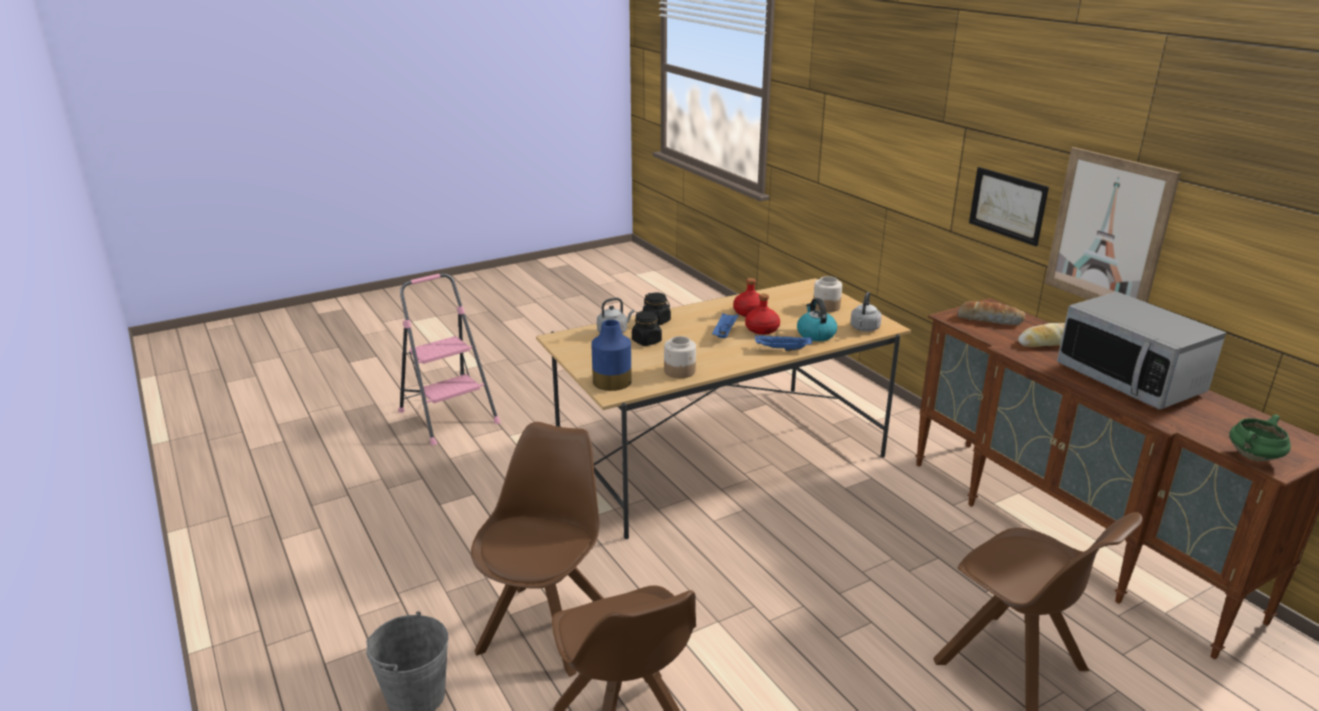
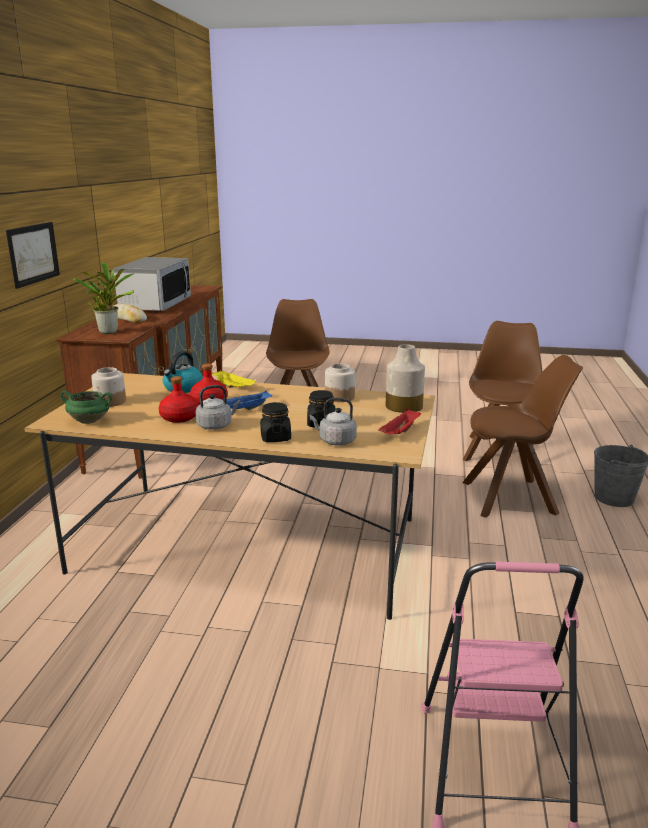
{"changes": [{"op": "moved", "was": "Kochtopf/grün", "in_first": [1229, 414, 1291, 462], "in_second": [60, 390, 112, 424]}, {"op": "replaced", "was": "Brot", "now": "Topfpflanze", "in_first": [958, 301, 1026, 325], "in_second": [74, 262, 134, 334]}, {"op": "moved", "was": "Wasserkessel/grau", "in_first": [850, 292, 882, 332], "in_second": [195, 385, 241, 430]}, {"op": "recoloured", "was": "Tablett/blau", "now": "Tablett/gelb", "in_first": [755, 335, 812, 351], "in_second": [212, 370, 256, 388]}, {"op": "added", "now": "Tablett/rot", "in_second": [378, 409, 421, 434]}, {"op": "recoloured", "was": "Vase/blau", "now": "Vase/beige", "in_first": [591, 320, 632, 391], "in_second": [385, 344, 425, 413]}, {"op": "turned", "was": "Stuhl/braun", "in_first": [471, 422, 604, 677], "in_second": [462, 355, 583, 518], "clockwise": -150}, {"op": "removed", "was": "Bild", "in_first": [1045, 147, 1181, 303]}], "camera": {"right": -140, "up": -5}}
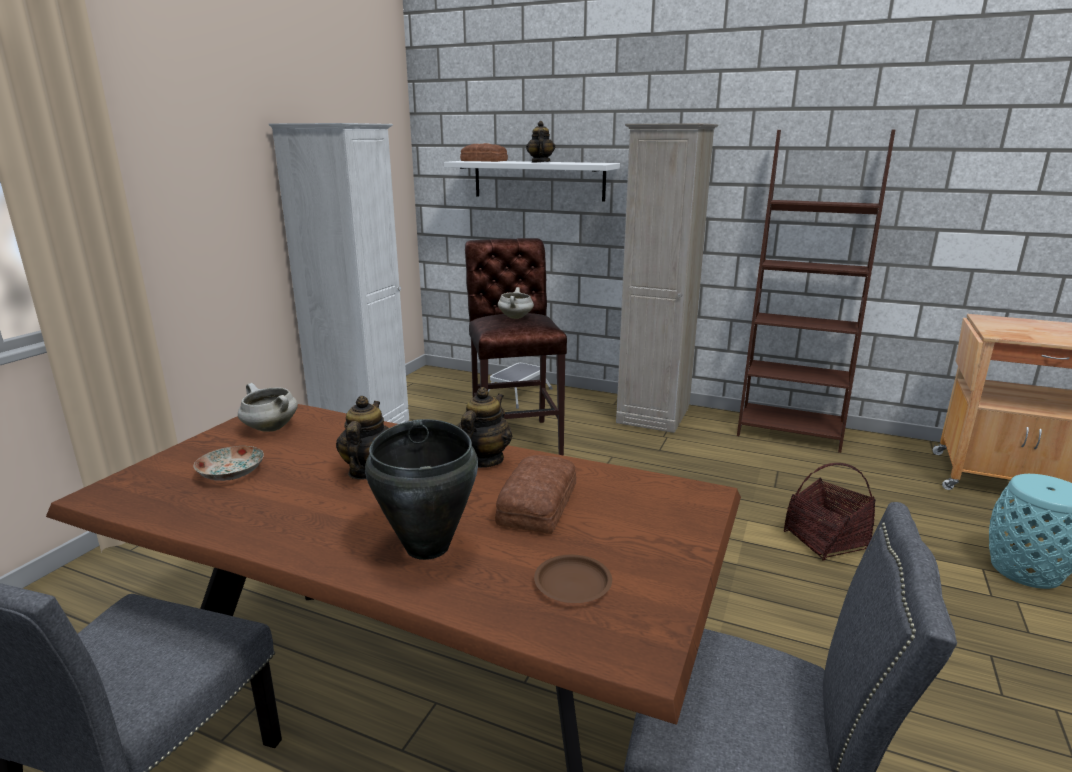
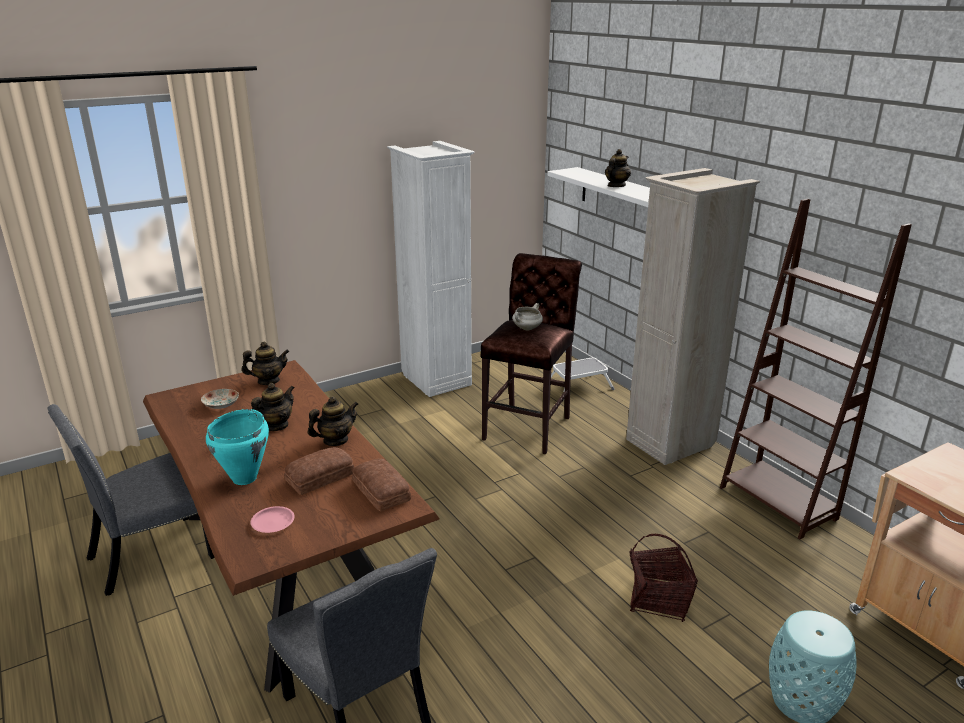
{"changes": [{"op": "recoloured", "was": "Kochtopf/schwarz", "now": "Kochtopf/türkis", "in_first": [365, 419, 478, 560], "in_second": [206, 409, 269, 485]}, {"op": "replaced", "was": "Kochtopf/weiß", "now": "Teekanne", "in_first": [238, 383, 298, 432], "in_second": [242, 341, 290, 385]}, {"op": "recoloured", "was": "Teller/braun", "now": "Teller/rosa", "in_first": [534, 555, 612, 603], "in_second": [251, 506, 295, 533]}, {"op": "moved", "was": "Brot", "in_first": [460, 143, 508, 162], "in_second": [352, 458, 411, 511]}], "camera": {"right": 35, "up": 5}}
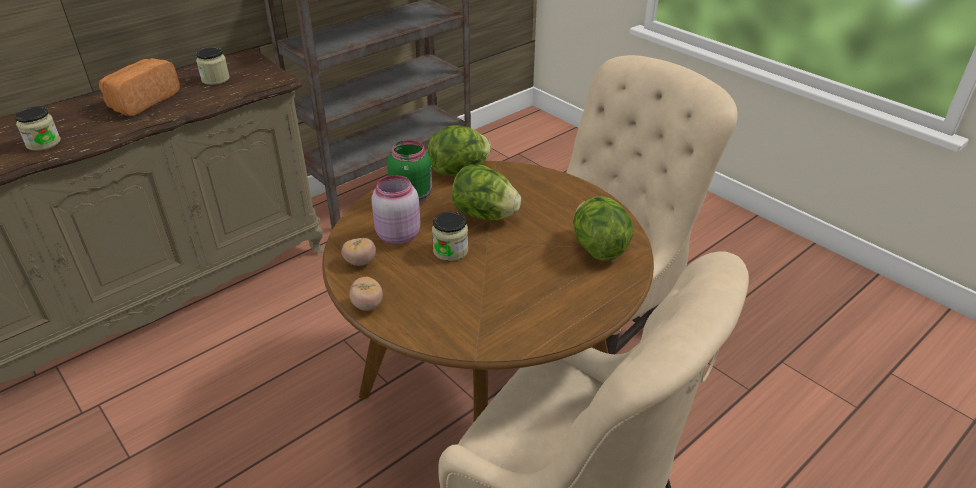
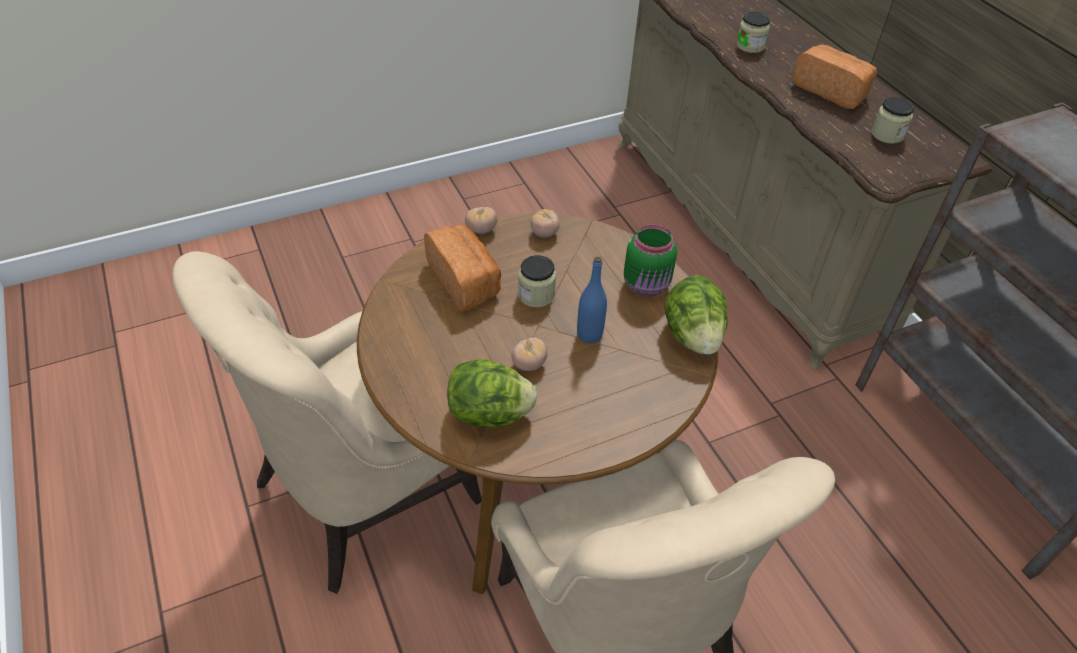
{"changes": [{"op": "added", "now": "Brot", "in_second": [424, 225, 501, 312]}, {"op": "added", "now": "Tomate", "in_second": [511, 337, 548, 371]}, {"op": "replaced", "was": "Salatkopf", "now": "Flasche/blau", "in_first": [452, 164, 521, 221], "in_second": [577, 257, 607, 343]}, {"op": "removed", "was": "Vorratsglas/rosa", "in_first": [371, 175, 421, 244]}], "camera": {"right": 105, "up": 10}}
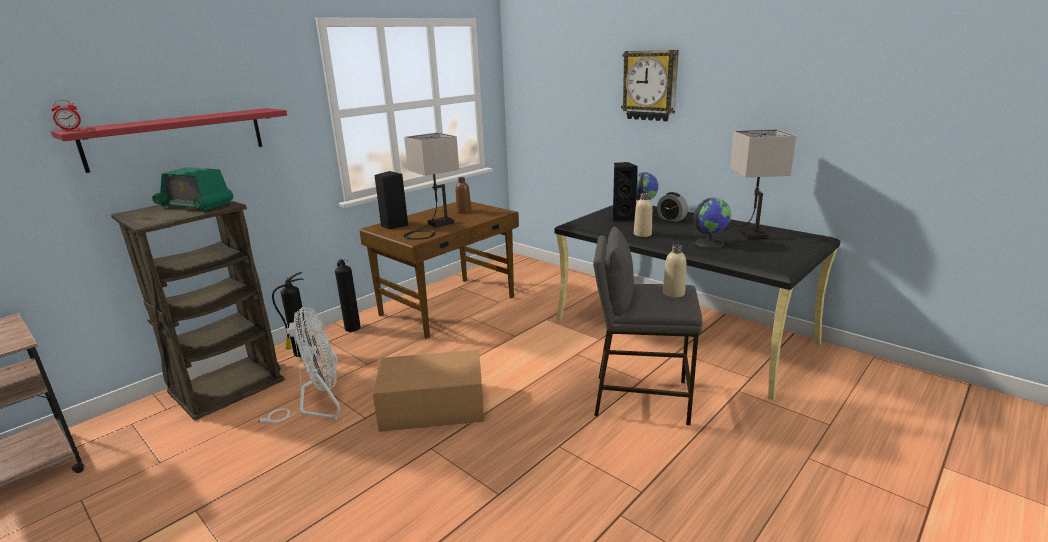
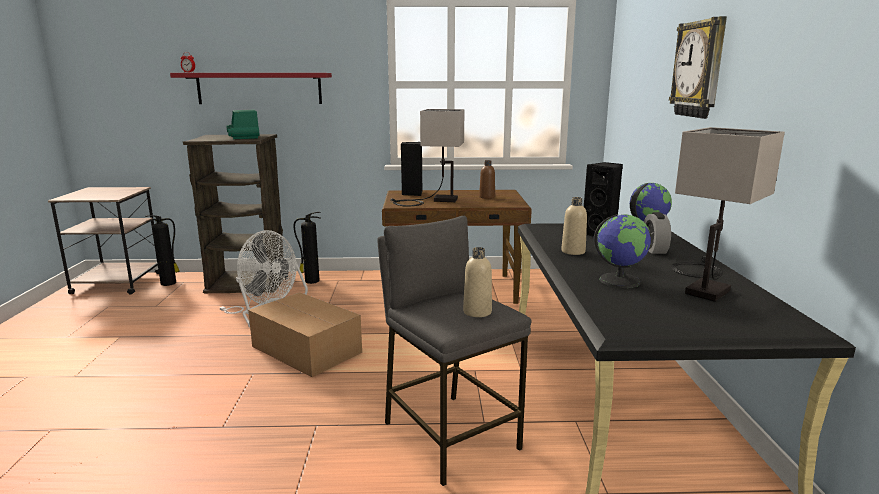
{"changes": [{"op": "moved", "was": "Feuerlöscher", "in_first": [335, 259, 361, 332], "in_second": [145, 215, 180, 286]}], "camera": {"right": 45, "up": -5}}
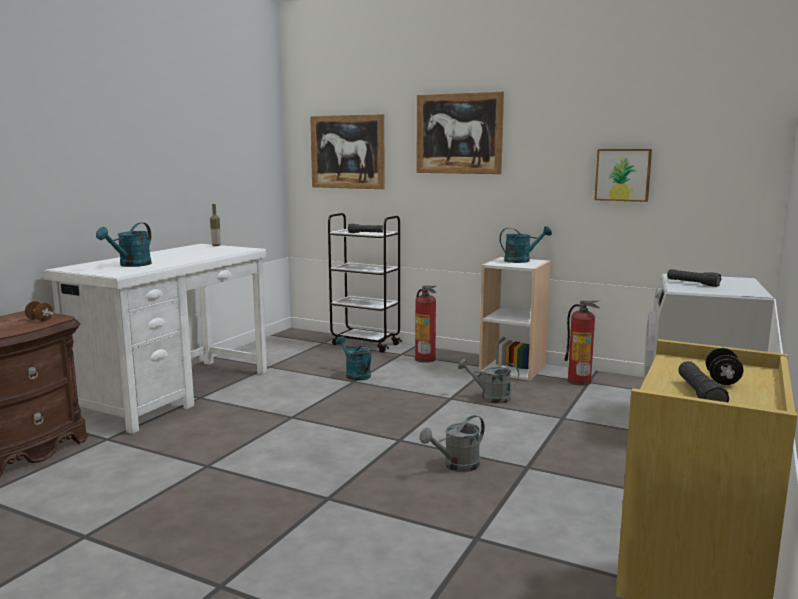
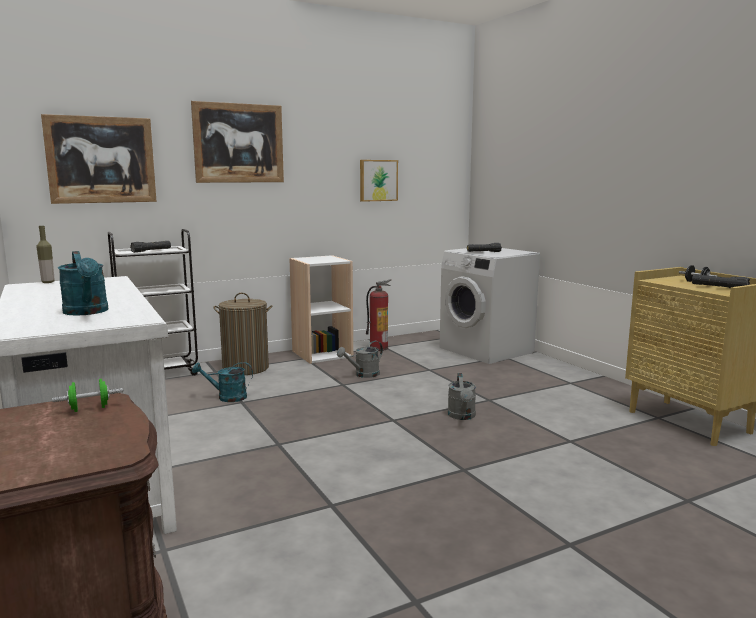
{"changes": [{"op": "recoloured", "was": "Hantel/braun", "now": "Hantel/grün", "in_first": [25, 301, 53, 322], "in_second": [52, 379, 123, 412]}, {"op": "replaced", "was": "Feuerlöscher", "now": "Wäschekorb", "in_first": [415, 286, 437, 363], "in_second": [213, 292, 272, 375]}, {"op": "removed", "was": "Gießkanne/türkis", "in_first": [499, 226, 552, 263]}], "camera": {"right": -55, "up": 0}}
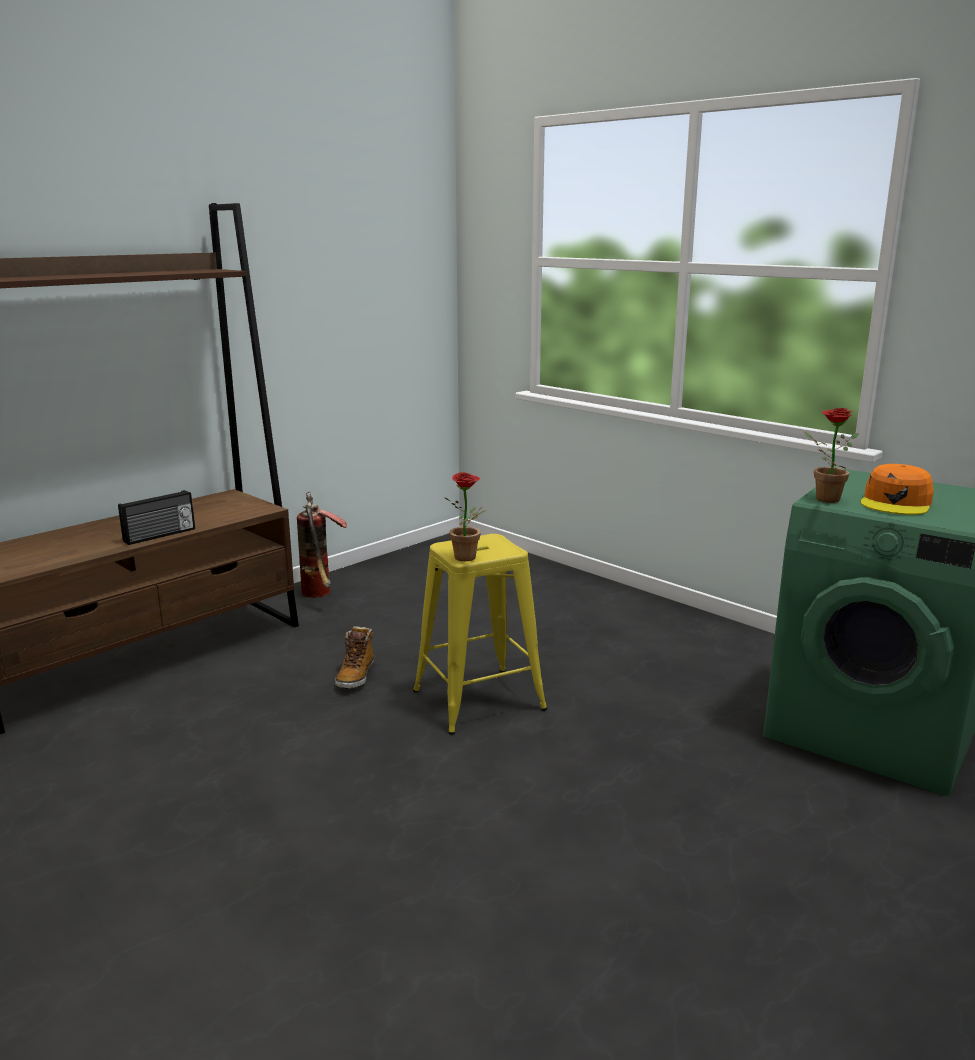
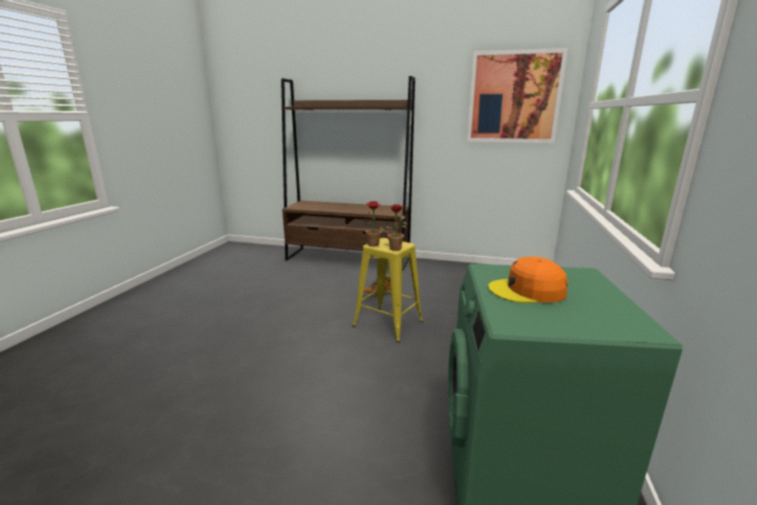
{"changes": [{"op": "moved", "was": "Topfpflanze", "in_first": [804, 408, 859, 503], "in_second": [379, 204, 407, 251]}, {"op": "added", "now": "Bild", "in_second": [467, 48, 568, 143]}, {"op": "removed", "was": "Radio", "in_first": [118, 490, 195, 545]}, {"op": "removed", "was": "Feuerlöscher", "in_first": [297, 492, 347, 598]}], "camera": {"right": 60, "up": 0}}
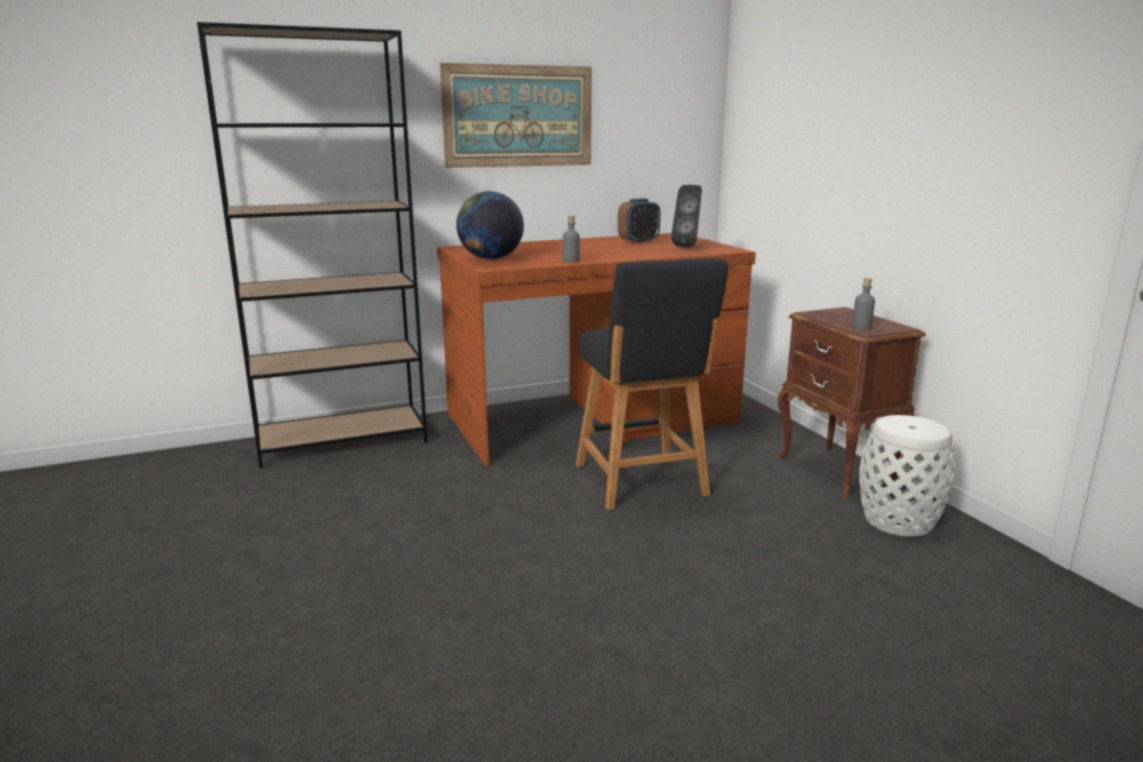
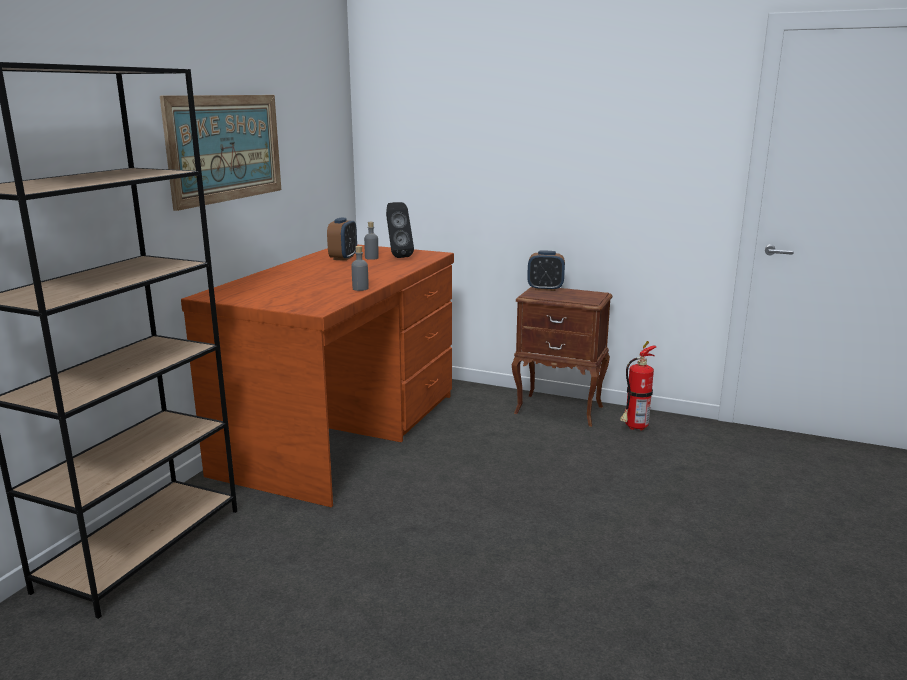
{"changes": [{"op": "moved", "was": "Flasche/grau", "in_first": [852, 278, 875, 330], "in_second": [364, 222, 379, 260]}, {"op": "added", "now": "Wecker", "in_second": [527, 251, 565, 291]}, {"op": "replaced", "was": "Hocker/weiß", "now": "Feuerlöscher", "in_first": [859, 415, 955, 537], "in_second": [620, 341, 656, 431]}, {"op": "removed", "was": "Globus", "in_first": [456, 191, 524, 259]}, {"op": "removed", "was": "Hocker/schwarz", "in_first": [576, 258, 728, 510]}], "camera": {"right": -45, "up": 0}}
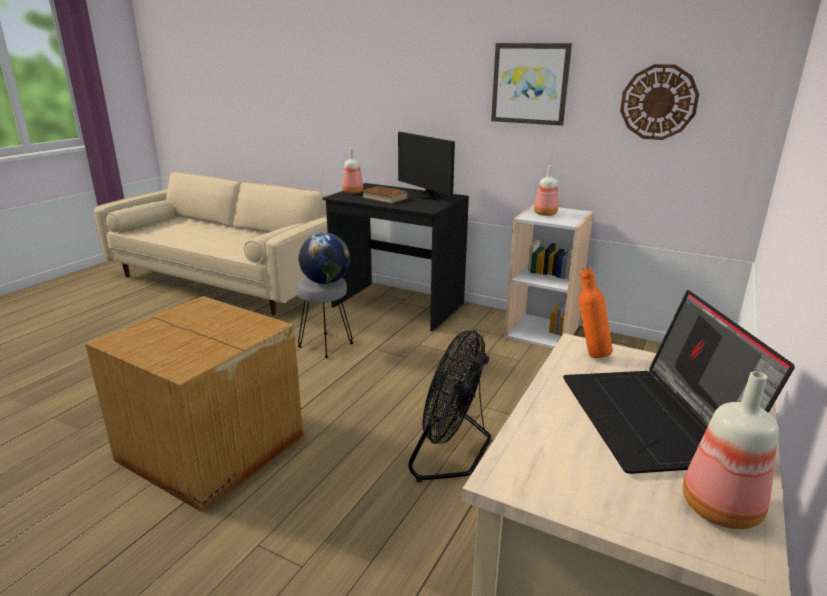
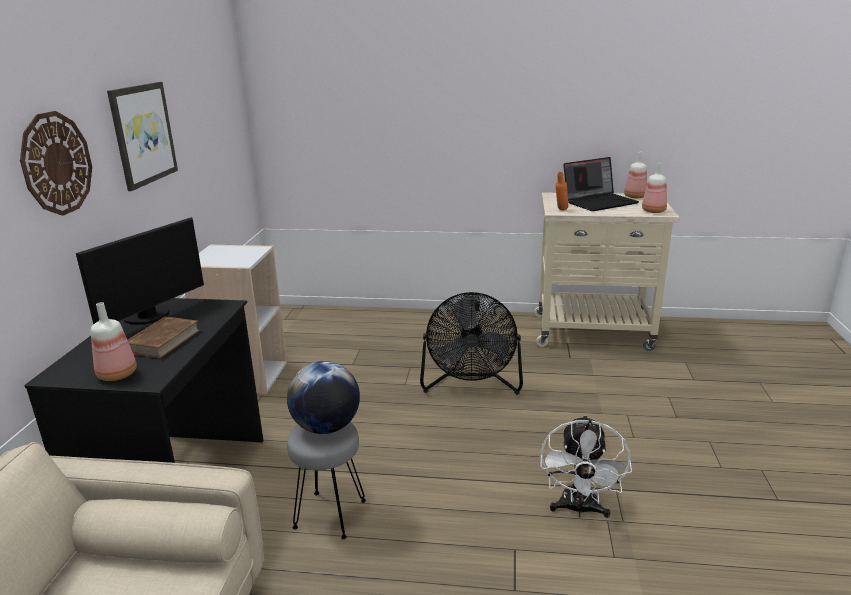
{"changes": [{"op": "moved", "was": "Wanduhr", "in_first": [620, 64, 699, 140], "in_second": [20, 111, 92, 216]}, {"op": "replaced", "was": "Karton", "now": "Ventilator/weiß", "in_first": [85, 296, 303, 513], "in_second": [540, 415, 632, 518]}, {"op": "moved", "was": "Flasche", "in_first": [534, 165, 558, 216], "in_second": [642, 162, 667, 213]}], "camera": {"right": -110, "up": 0}}
